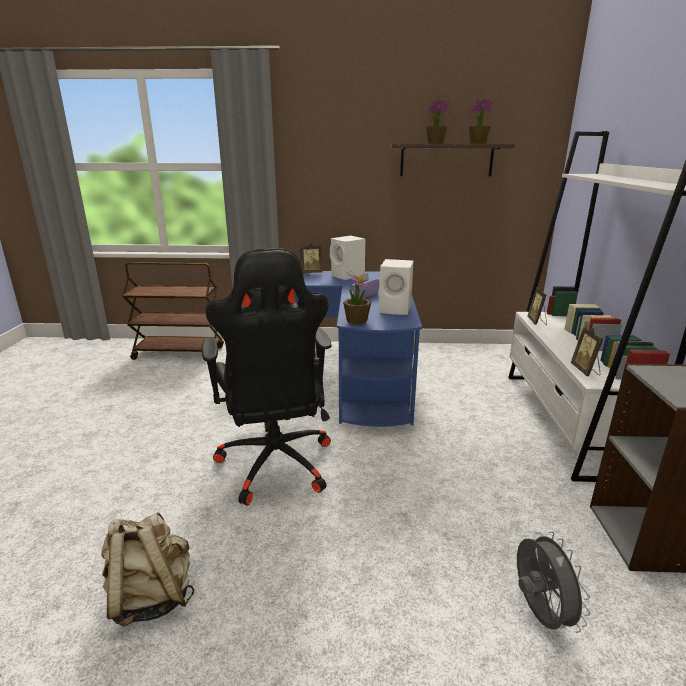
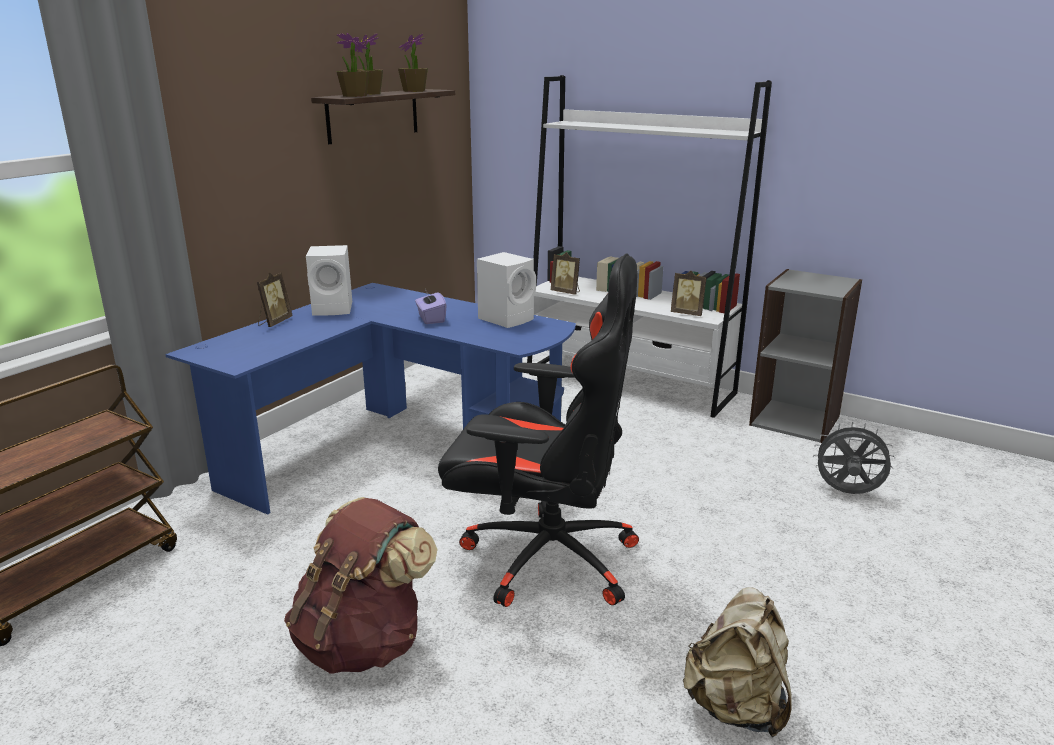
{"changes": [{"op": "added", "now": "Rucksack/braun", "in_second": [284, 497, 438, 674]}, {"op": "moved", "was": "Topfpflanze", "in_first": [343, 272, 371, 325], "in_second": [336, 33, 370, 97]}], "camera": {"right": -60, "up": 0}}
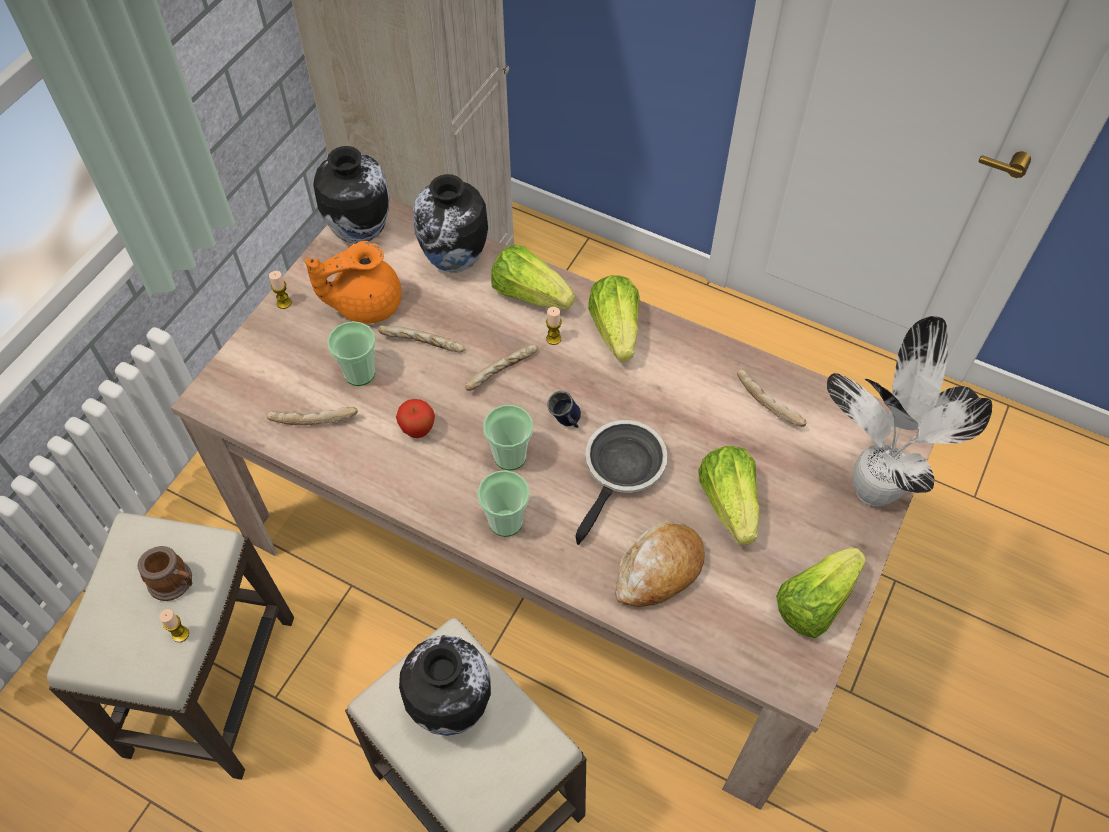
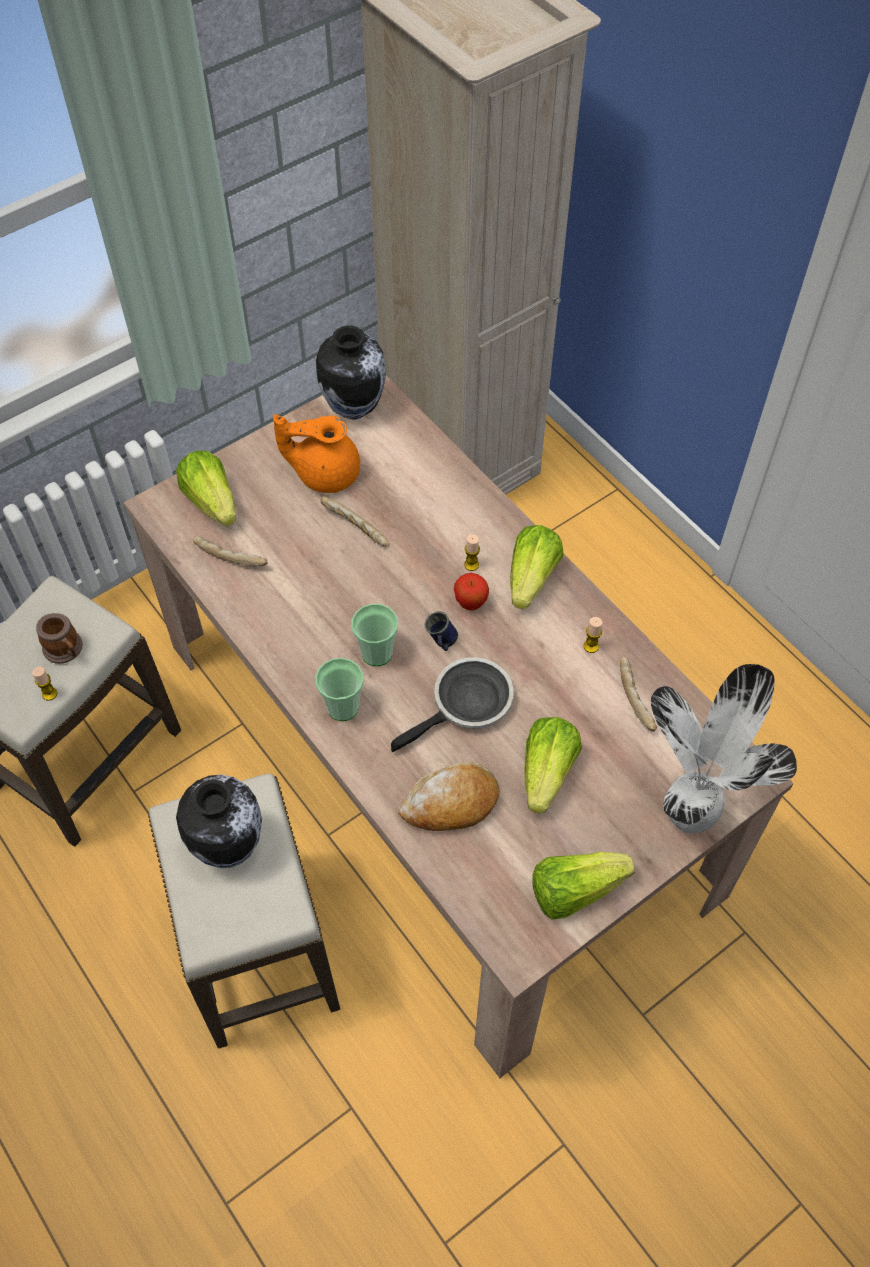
{"changes": [{"op": "moved", "was": "Salatkopf", "in_first": [491, 245, 575, 309], "in_second": [176, 450, 236, 526]}, {"op": "moved", "was": "Apfel", "in_first": [396, 399, 435, 438], "in_second": [454, 573, 489, 610]}, {"op": "moved", "was": "Kerze", "in_first": [269, 271, 292, 309], "in_second": [584, 617, 602, 653]}, {"op": "removed", "was": "Tasse", "in_first": [327, 321, 376, 386]}, {"op": "removed", "was": "Vase", "in_first": [413, 174, 488, 273]}, {"op": "removed", "was": "Brot", "in_first": [465, 345, 538, 391]}], "camera": {"right": 25, "up": 0}}
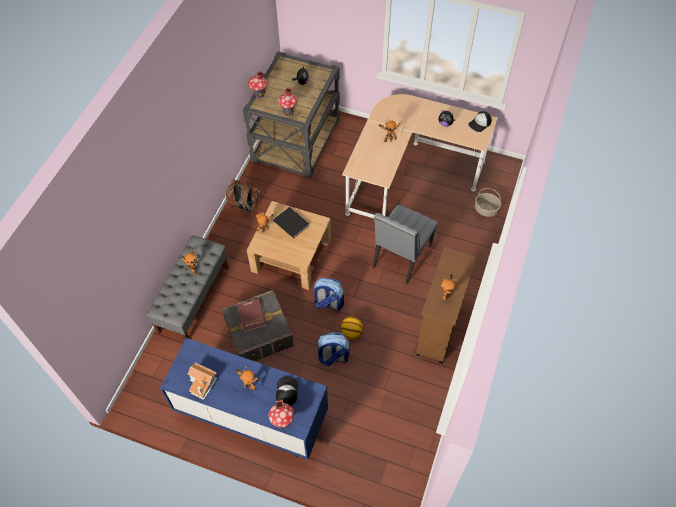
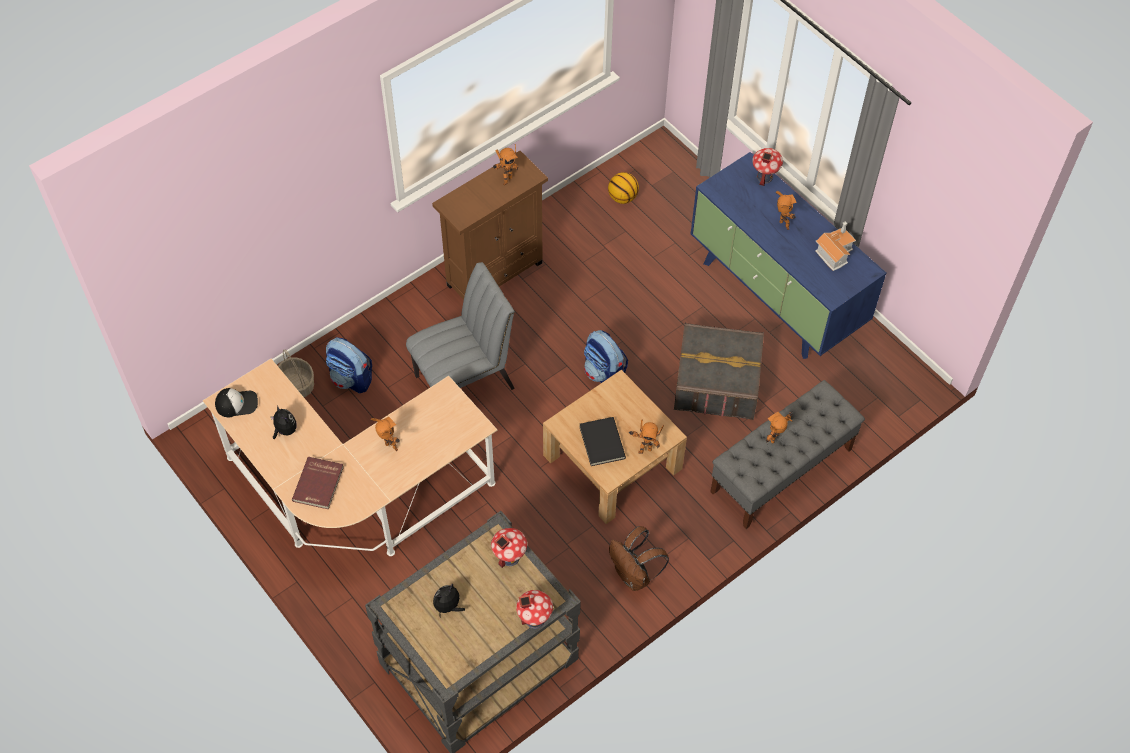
{"changes": [{"op": "moved", "was": "Buch/rot", "in_first": [237, 298, 267, 332], "in_second": [292, 457, 344, 509]}, {"op": "moved", "was": "Rucksack", "in_first": [316, 332, 350, 366], "in_second": [326, 337, 372, 393]}, {"op": "moved", "was": "Basketball", "in_first": [341, 316, 363, 339], "in_second": [608, 172, 639, 204]}, {"op": "removed", "was": "Kappe", "in_first": [276, 377, 298, 406]}], "camera": {"right": -150, "up": 0}}
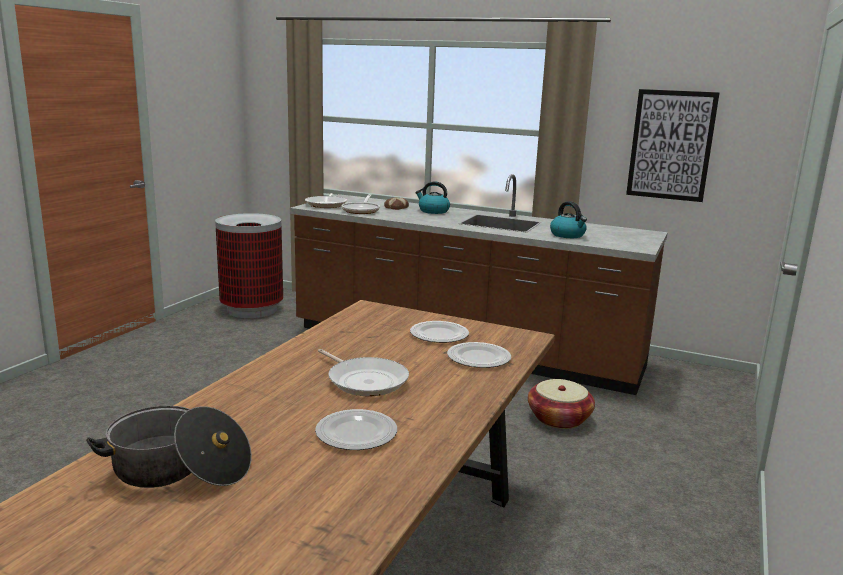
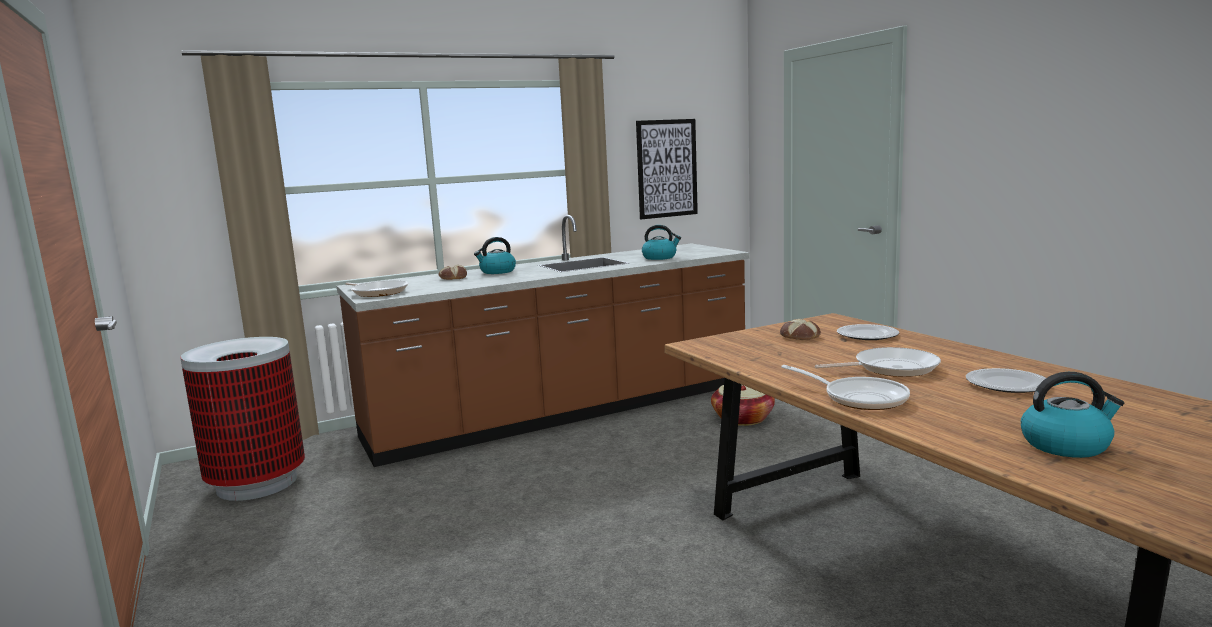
{"changes": [{"op": "replaced", "was": "Teller", "now": "Brot", "in_first": [410, 321, 469, 343], "in_second": [780, 319, 821, 340]}, {"op": "moved", "was": "Pfanne", "in_first": [342, 194, 380, 214], "in_second": [781, 365, 910, 410]}, {"op": "replaced", "was": "Kochtopf", "now": "Wasserkessel", "in_first": [86, 406, 252, 488], "in_second": [1021, 372, 1124, 458]}], "camera": {"right": -50, "up": -5}}
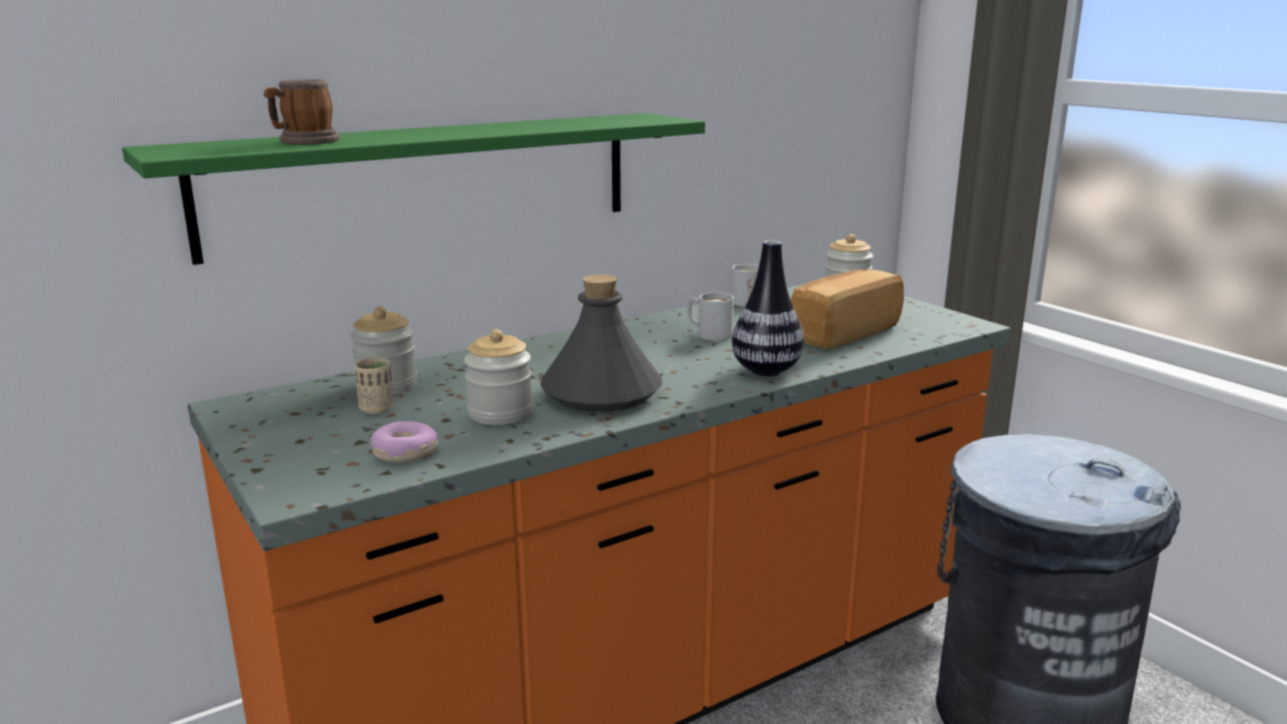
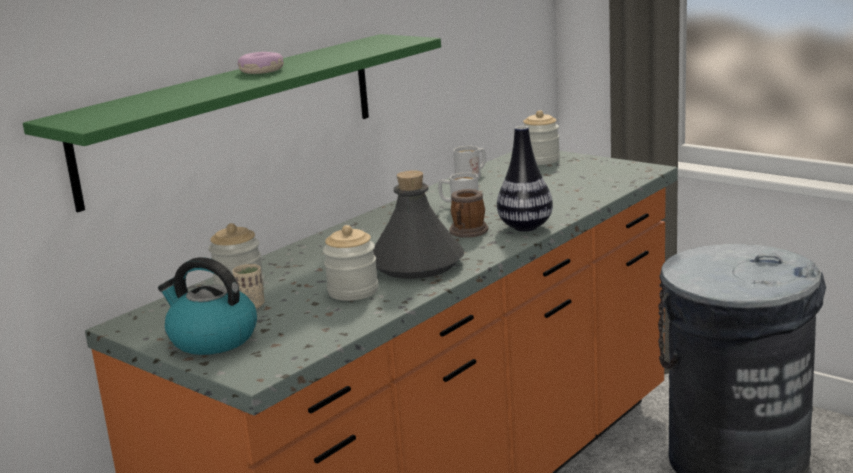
{"changes": [{"op": "added", "now": "Wasserkessel", "in_second": [158, 257, 257, 355]}, {"op": "moved", "was": "Donut", "in_first": [371, 421, 438, 463], "in_second": [238, 52, 284, 74]}, {"op": "moved", "was": "Henkelbecher", "in_first": [264, 79, 340, 145], "in_second": [449, 189, 489, 238]}, {"op": "removed", "was": "Brot", "in_first": [791, 270, 904, 350]}], "camera": {"right": -15, "up": 0}}
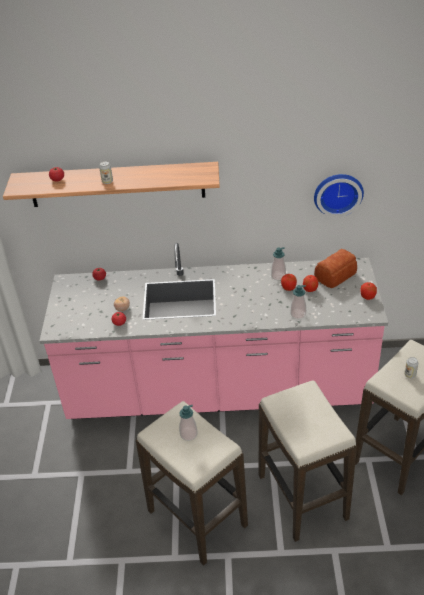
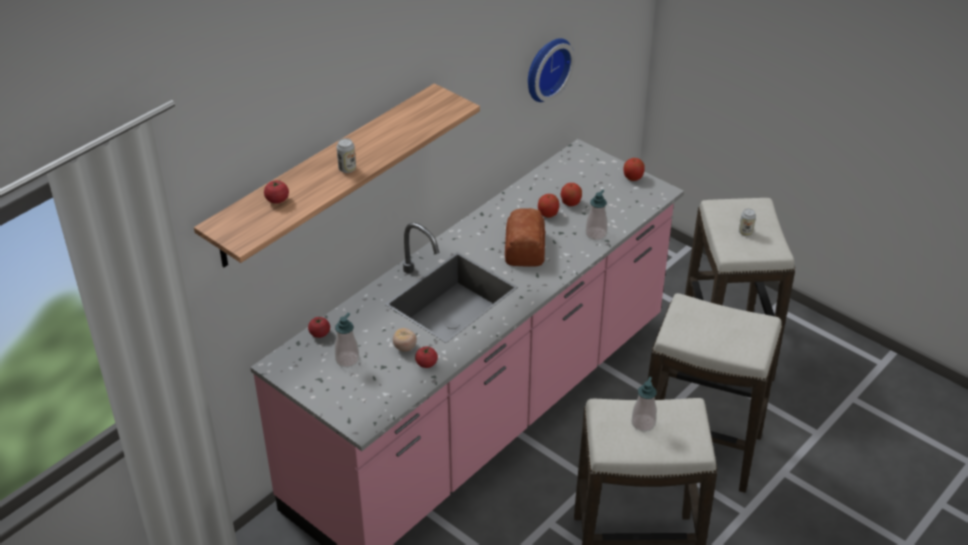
{"changes": [{"op": "moved", "was": "Seifenspender", "in_first": [271, 247, 286, 280], "in_second": [335, 313, 359, 367]}, {"op": "moved", "was": "Brot", "in_first": [314, 249, 357, 288], "in_second": [505, 208, 545, 267]}], "camera": {"right": -50, "up": 0}}
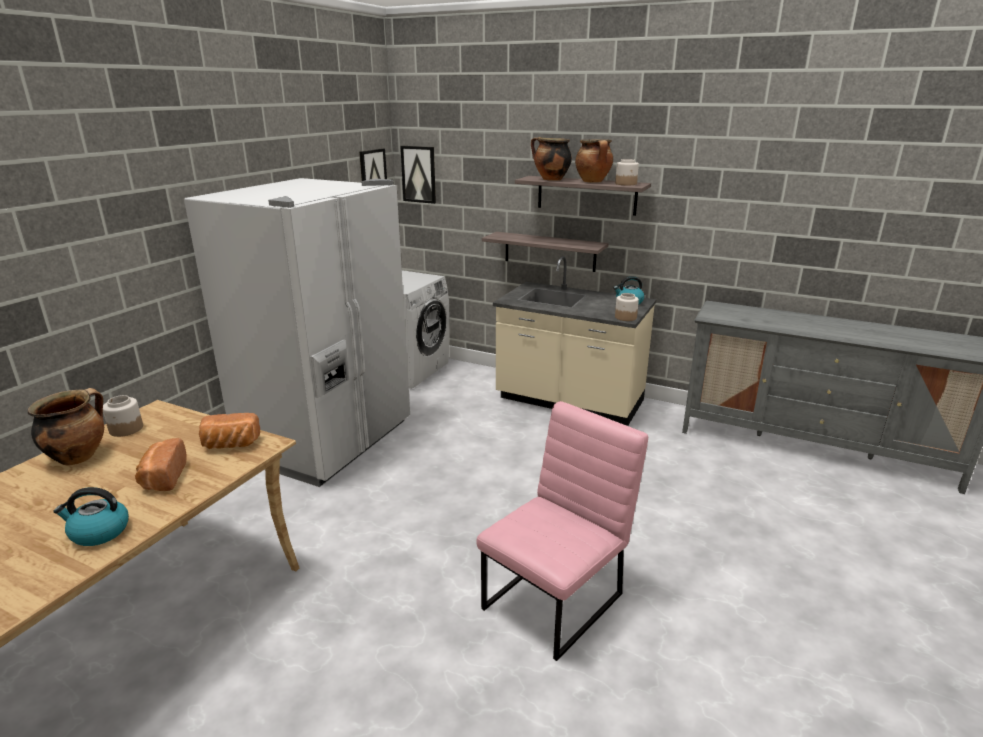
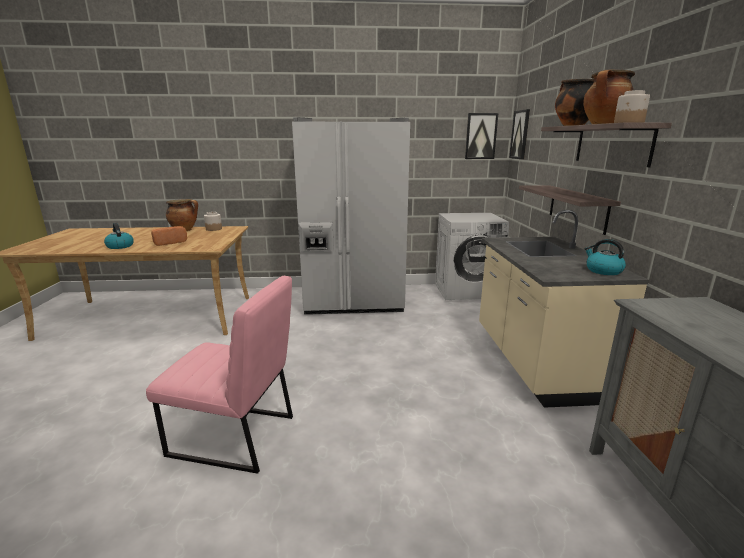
{"changes": [{"op": "removed", "was": "Brot", "in_first": [199, 413, 260, 449]}, {"op": "removed", "was": "Vorratsglas", "in_first": [615, 293, 639, 321]}], "camera": {"right": 60, "up": -5}}
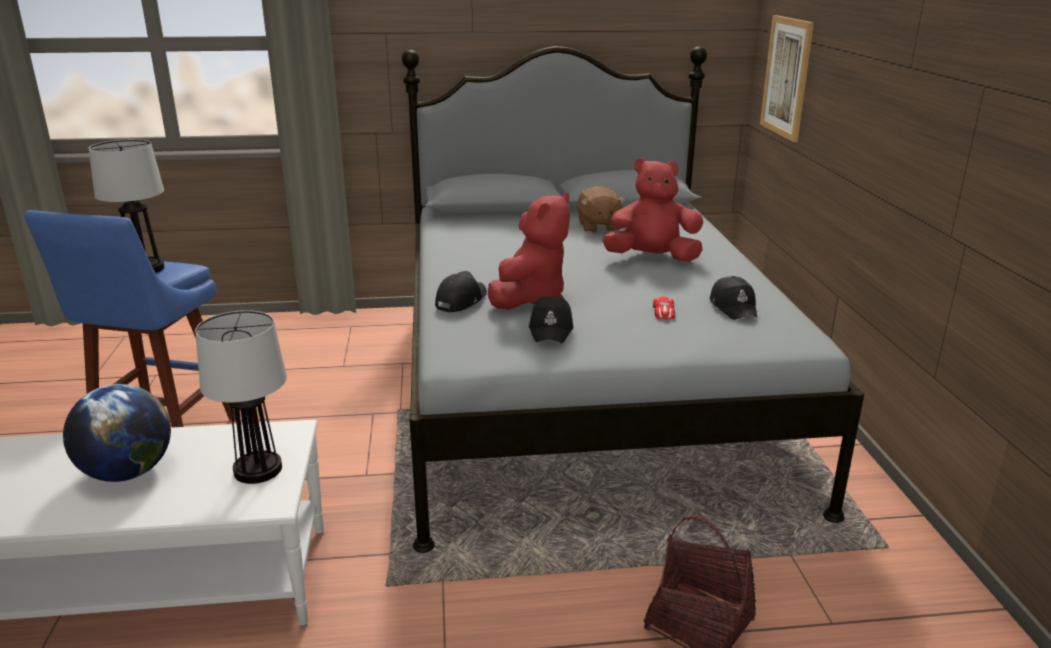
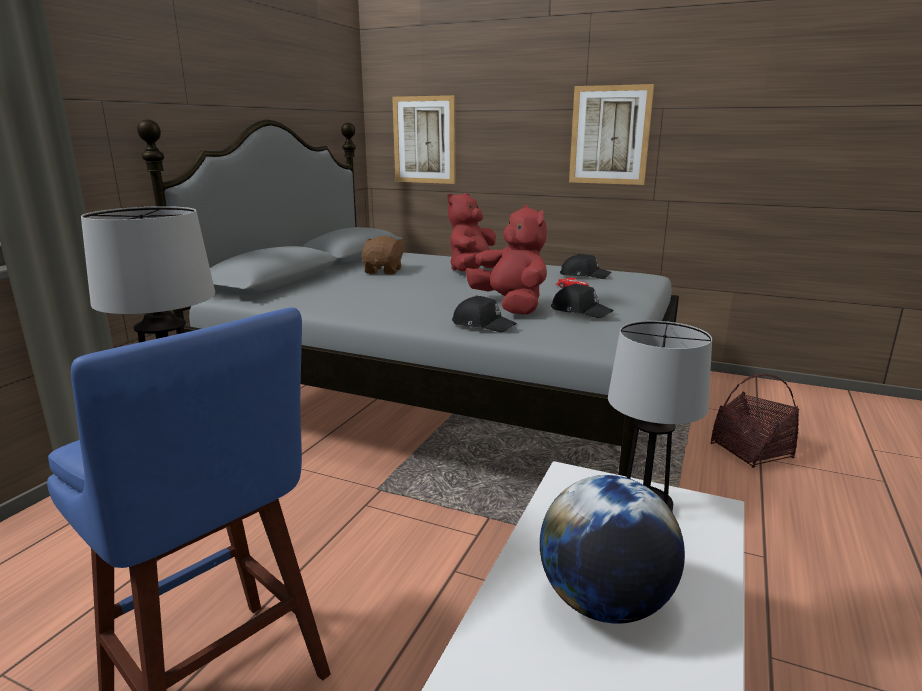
{"changes": [{"op": "turned", "was": "Plüschtier/braun", "in_first": [577, 186, 626, 233], "in_second": [362, 236, 405, 274], "clockwise": -105}, {"op": "turned", "was": "Kappe/schwarz", "in_first": [435, 271, 487, 312], "in_second": [452, 296, 516, 332], "clockwise": 150}, {"op": "added", "now": "Bild", "in_second": [569, 84, 654, 185]}], "camera": {"right": -60, "up": -5}}
